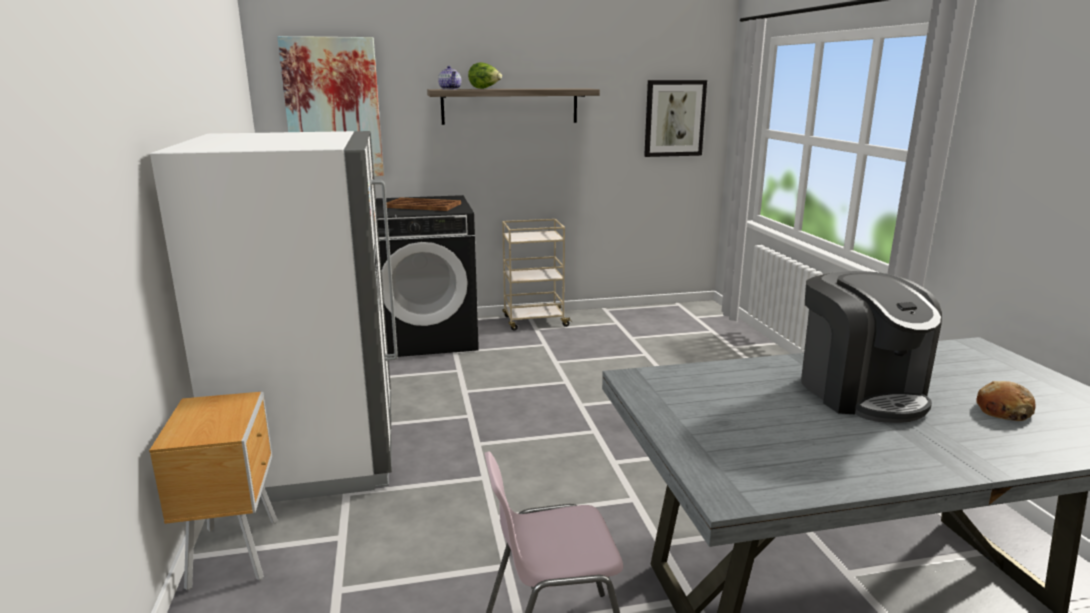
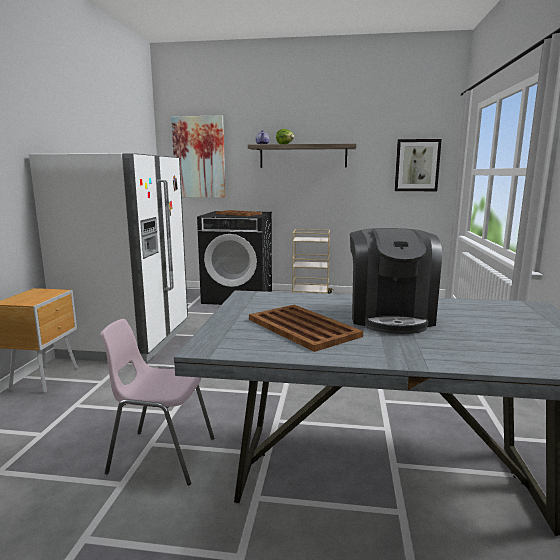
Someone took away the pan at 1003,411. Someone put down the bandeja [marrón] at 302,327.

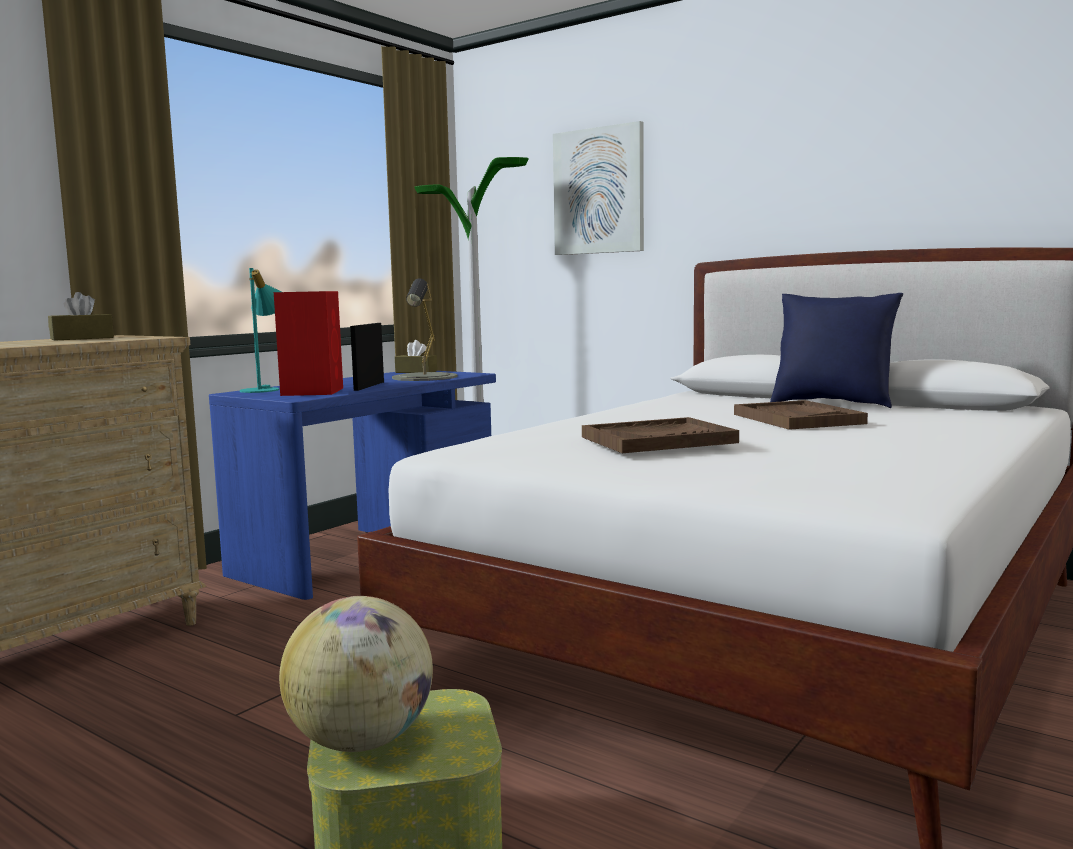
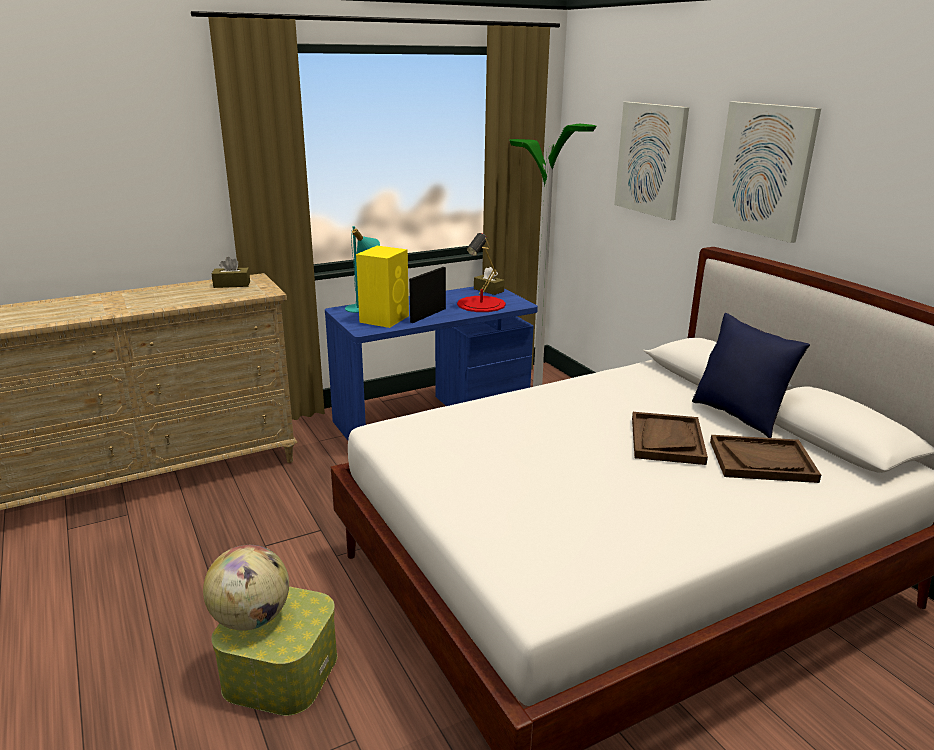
Someone repainted the altavoz [rojo] at 313,391, which became the altavoz [amarillo] at 385,318. Someone repainted the lámpara de mesa [gris] at 425,377, which became the lámpara de mesa [rojo] at 481,304. Someone carried the bandeja [marrón] from 658,440 to 762,461. Someone put up the cuadro at 764,170.

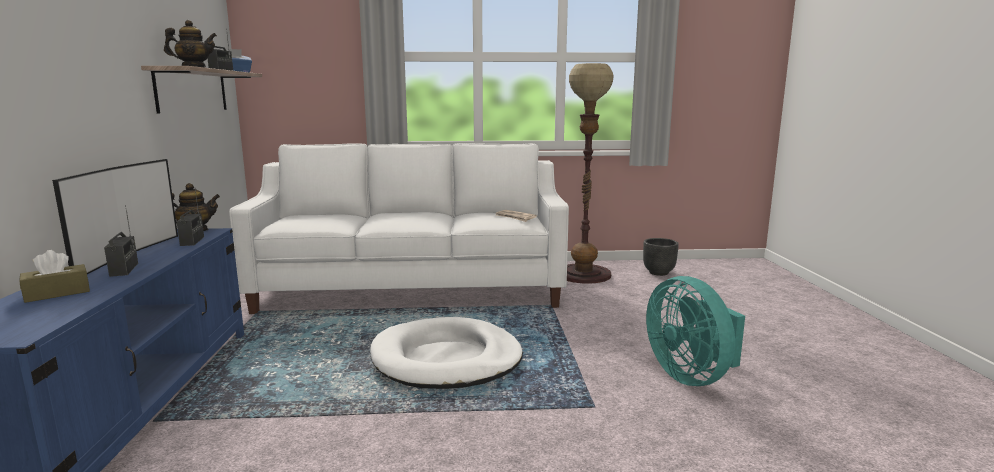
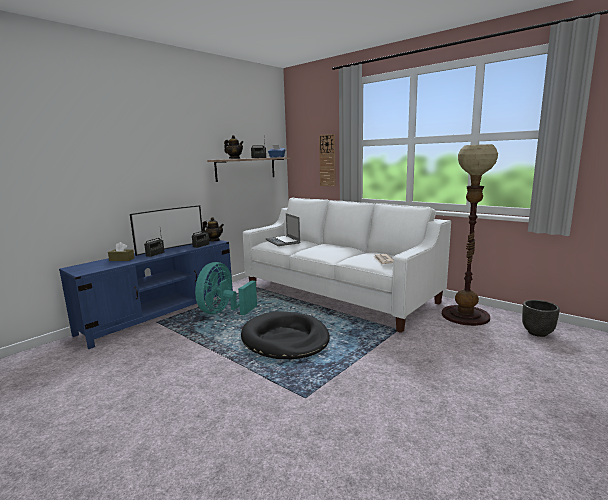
Someone repainted the cama para perro [blanco] at 446,359, which became the cama para perro [negro] at 285,339. Someone carried the ventilador [turquesa] from 691,375 to 223,312. Someone put down the portátil at 283,242. Someone put up the reloj de pared at 327,160.

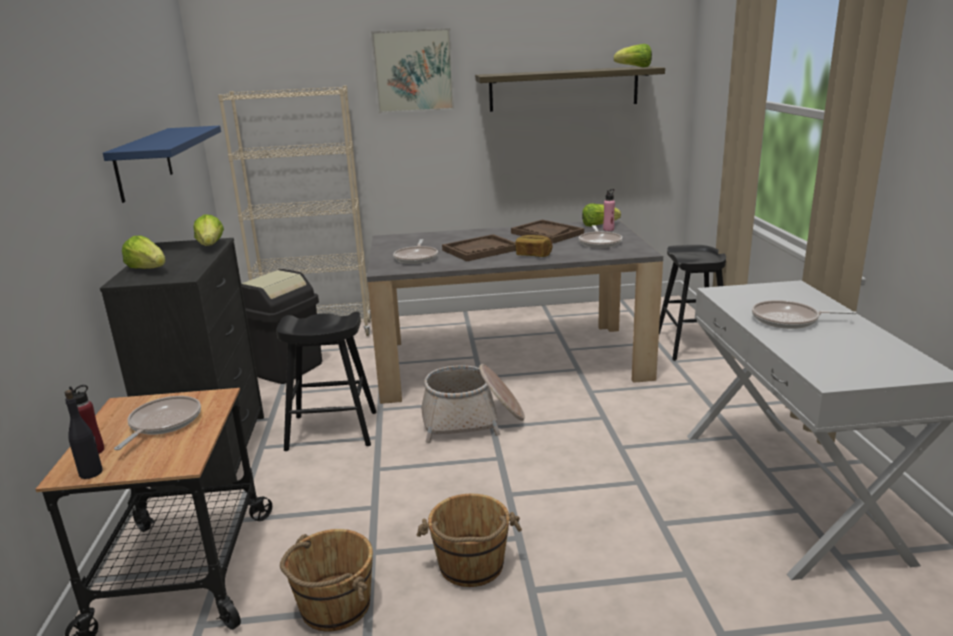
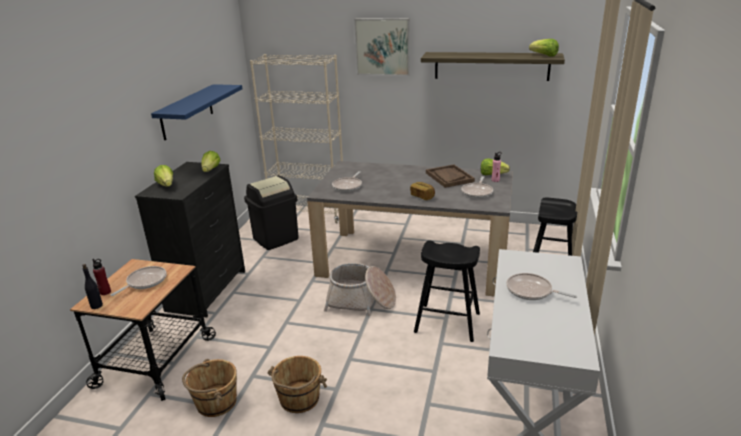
Someone carried the taburete [negro] from 332,431 to 447,323. Someone took away the bandeja [marrón] at 480,250.

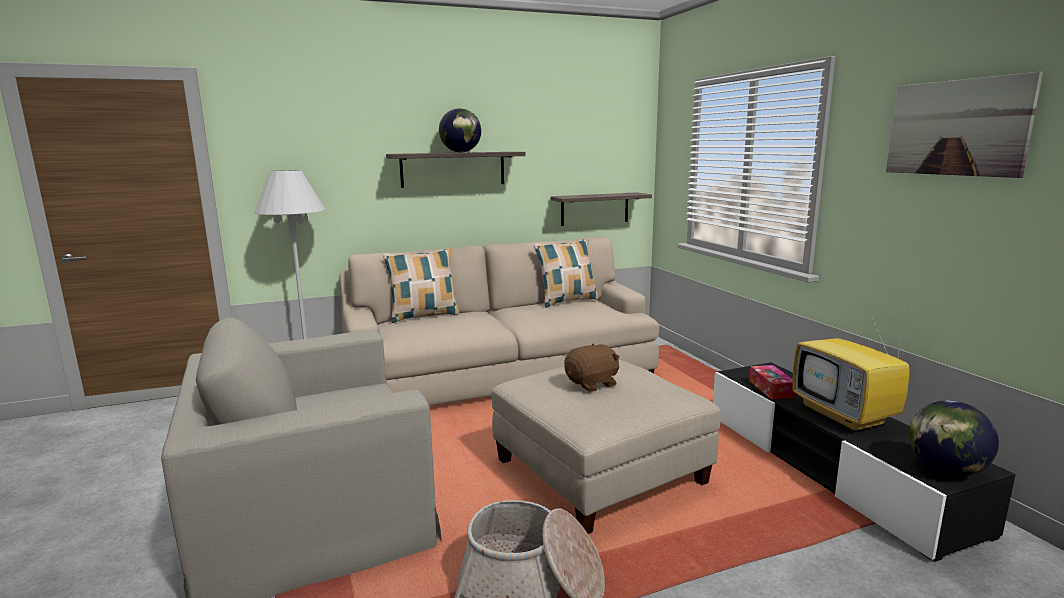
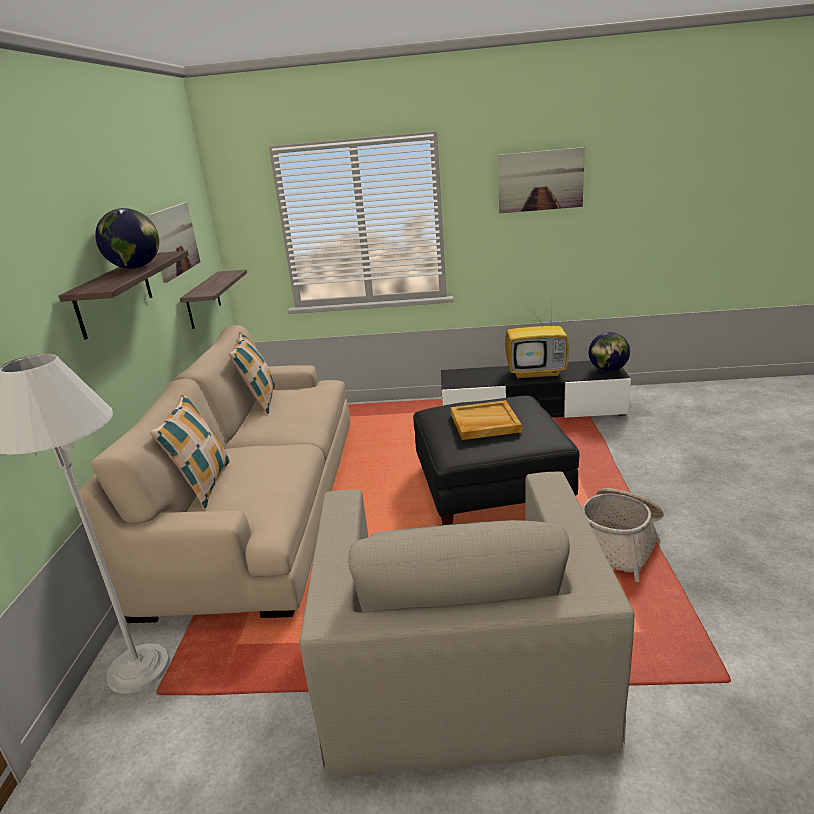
Someone repainted the puf [beis] at 600,472, which became the puf [negro] at 491,488. Someone swapped the peluche [marrón] at 592,384 for the bandeja [beis] at 484,423. Someone took away the caja de pañuelos at 771,389. Someone put up the cuadro at 174,240.

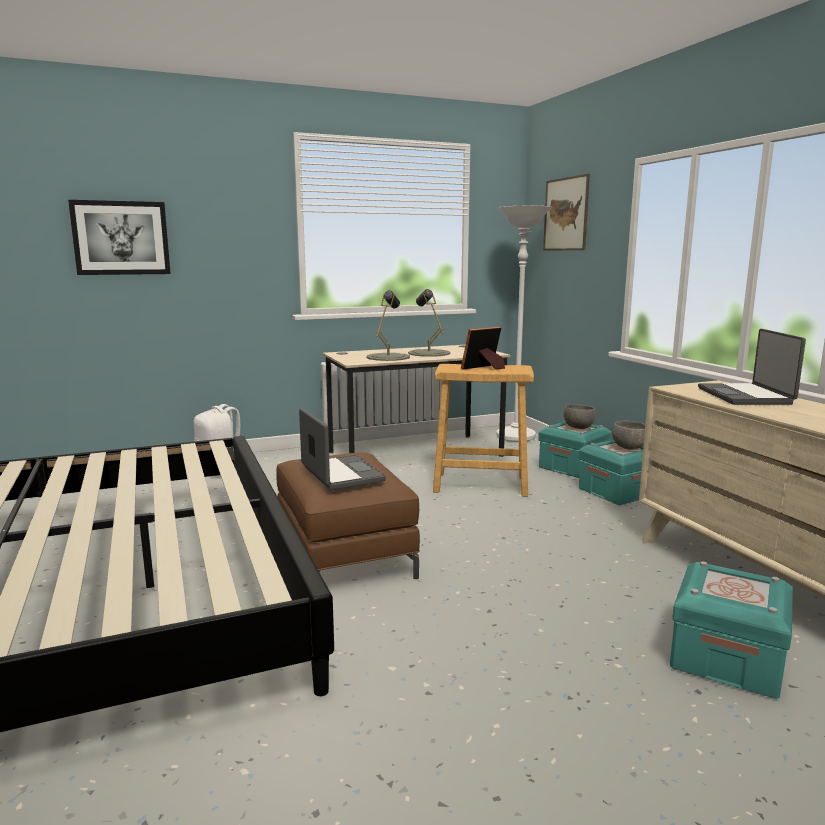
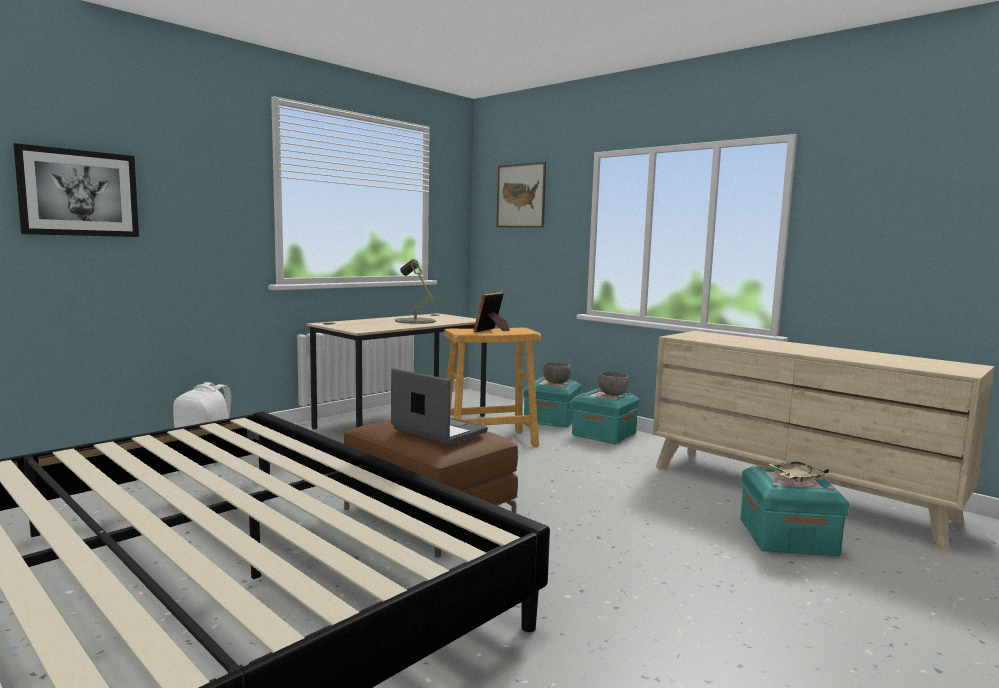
Someone took away the lámpara de mesa [gris] at 388,357. Someone took away the lámpara de pie [blanco] at 516,437. Someone took away the portátil at 746,396. Someone put down the bandeja [beis] at 796,479.

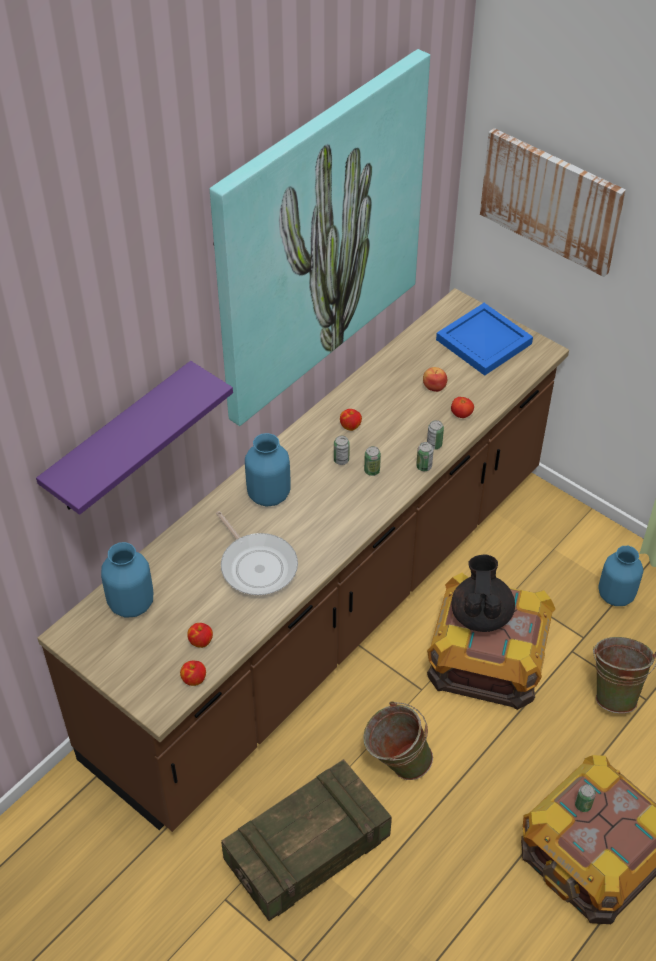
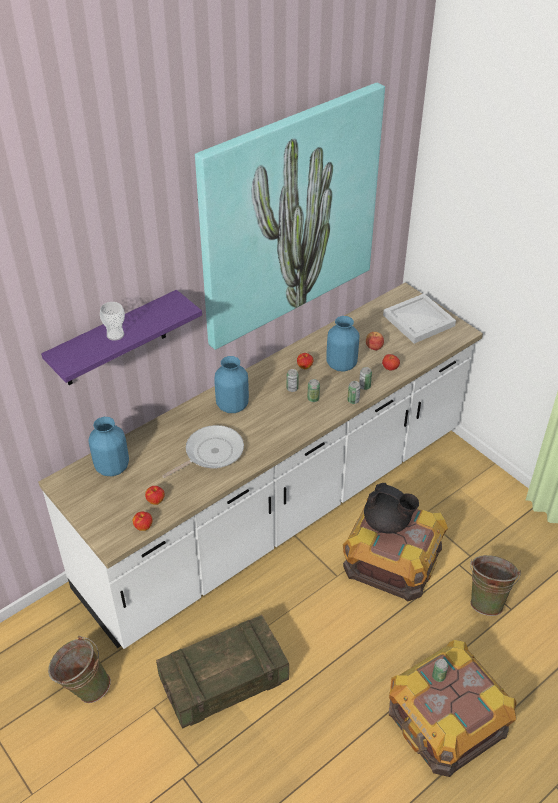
Someone repainted the mueble bajo de cocina [marrón] at 328,610, which became the mueble bajo de cocina [blanco] at 279,509. Someone rotated the sartén at 257,565 by 105 degrees counterclockwise. Someone carried the cubo [verde] from 396,763 to 83,687. Someone repainted the bandeja [azul] at 484,343, which became the bandeja [blanco] at 418,321. Someone rotated the tetera [negro] at 481,614 by 105 degrees clockwise. Someone took away the cuadro at 551,200. Someone carried the florero [azul] from 615,594 to 341,364. Someone put down the taza at 115,335.

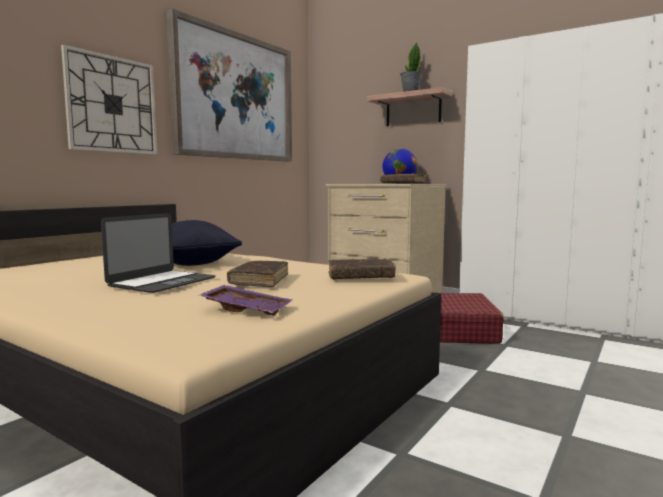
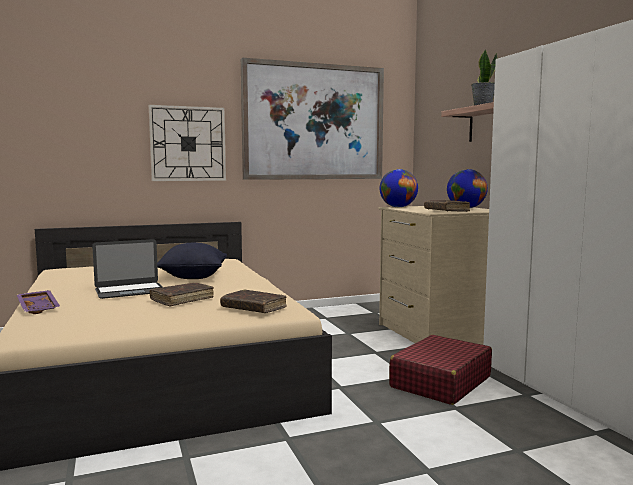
Someone carried the bandeja [morado] from 247,309 to 39,308. Someone put down the globo terráqueo at 398,207.

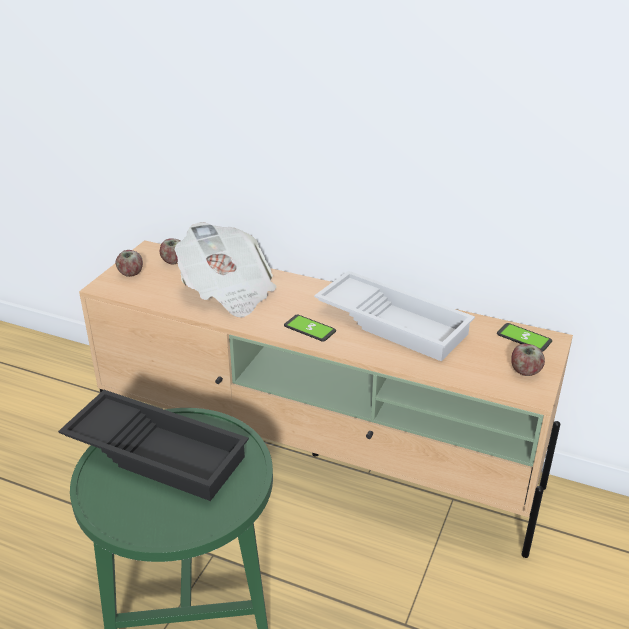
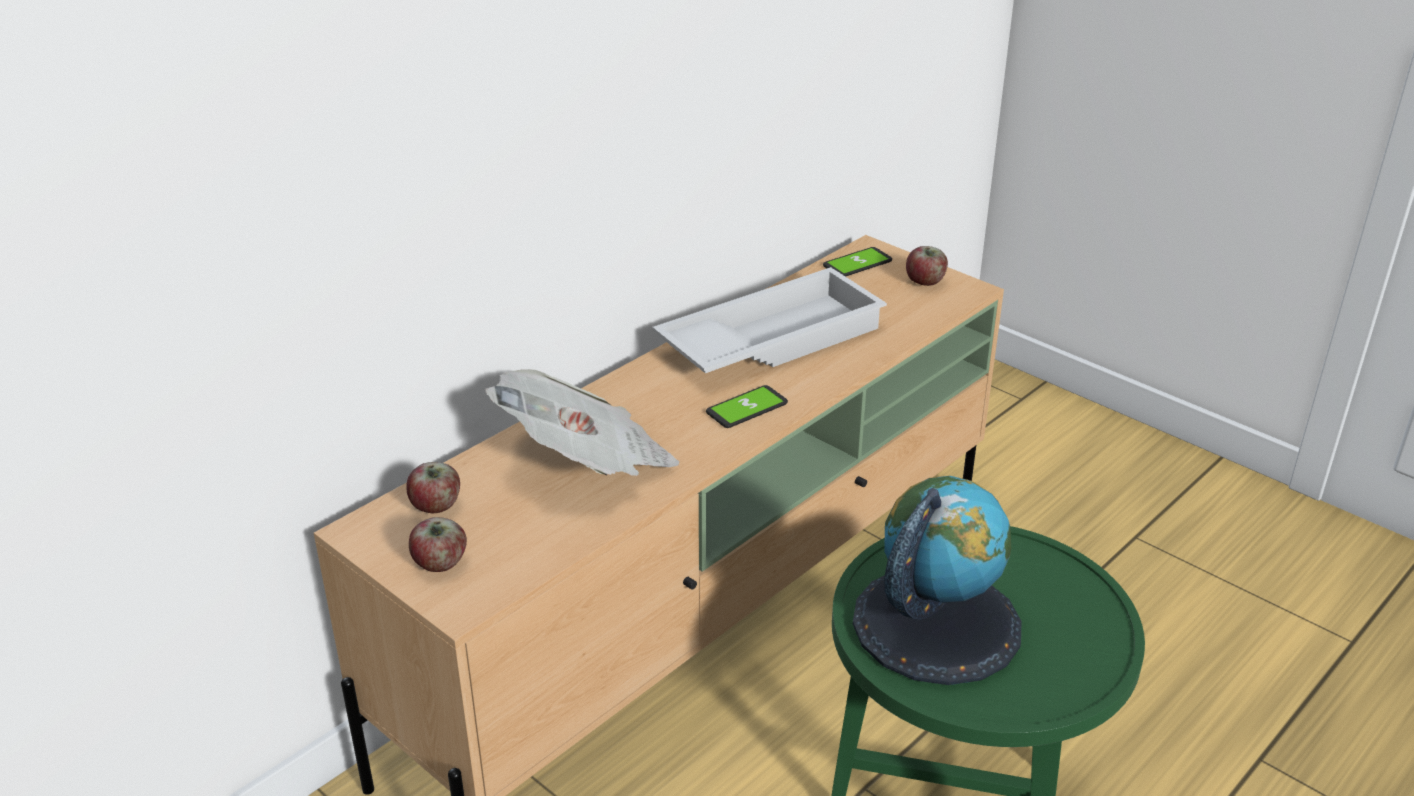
Someone swapped the bandeja [negro] at 158,451 for the globo terráqueo at 936,623.

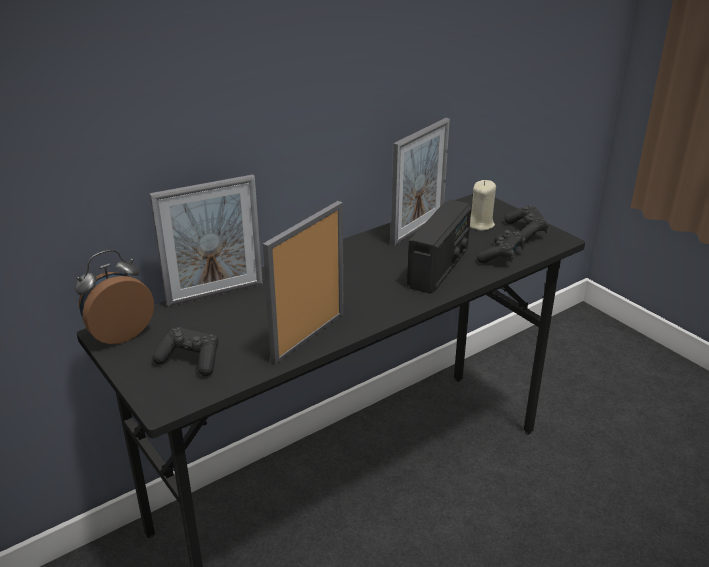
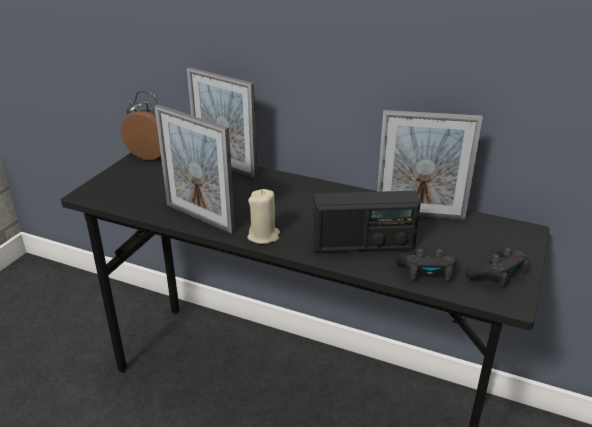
Someone took away the mando de consola [negro] at 190,360. Someone rotated the portarretratos at 308,337 by 150 degrees counterclockwise. Someone carried the vela [beis] from 480,224 to 263,236.

